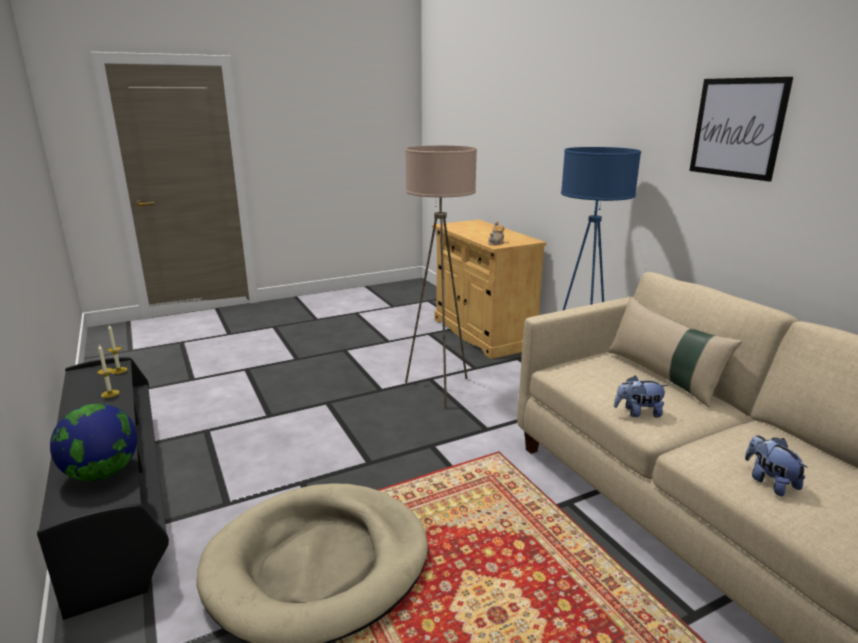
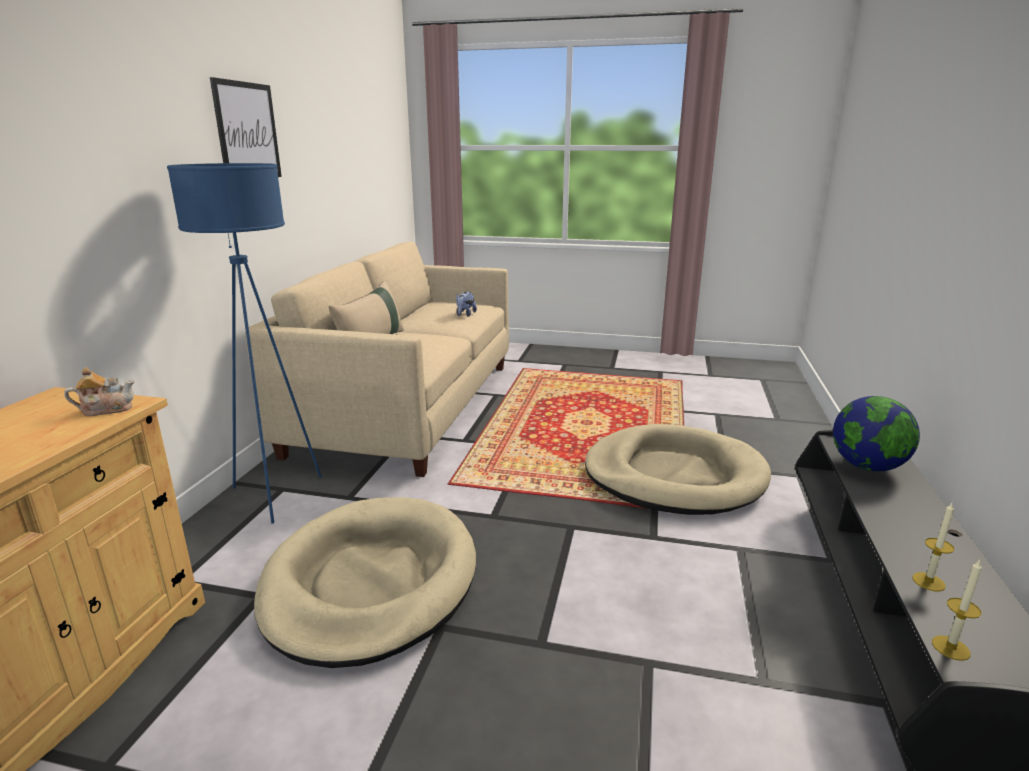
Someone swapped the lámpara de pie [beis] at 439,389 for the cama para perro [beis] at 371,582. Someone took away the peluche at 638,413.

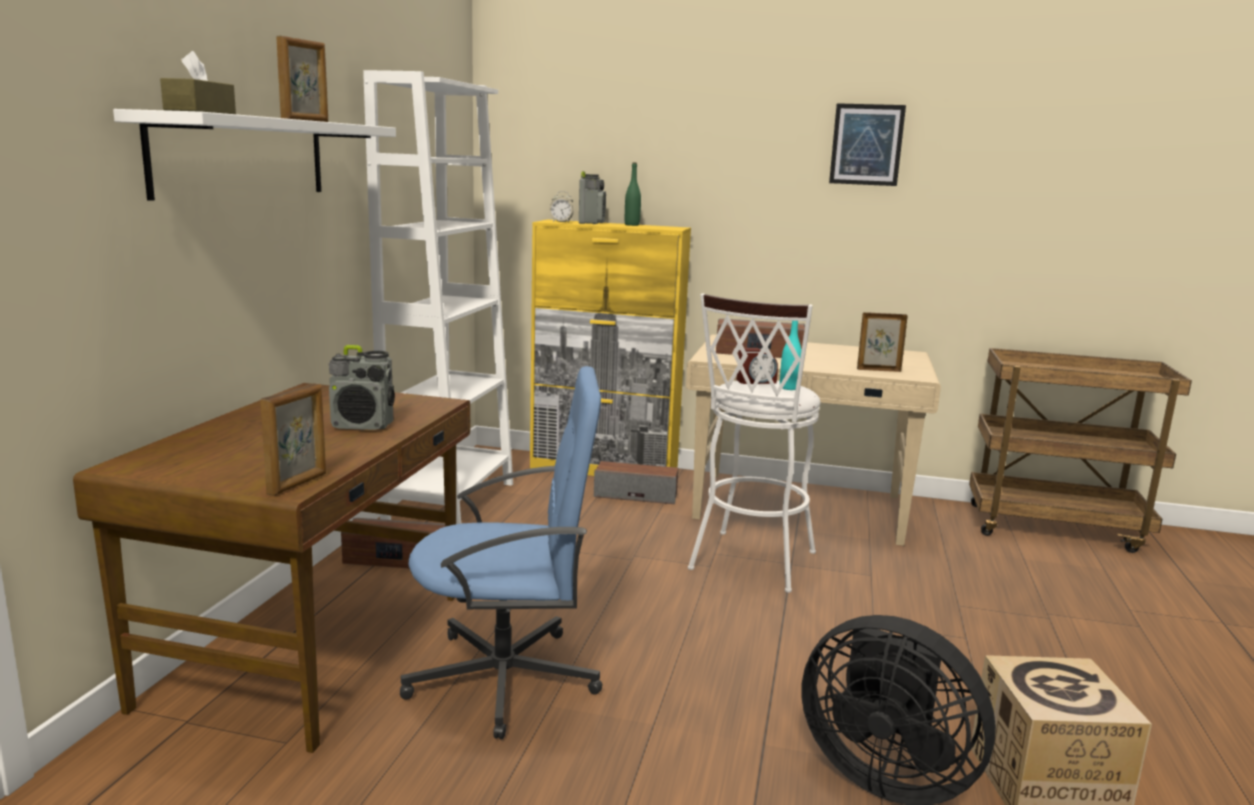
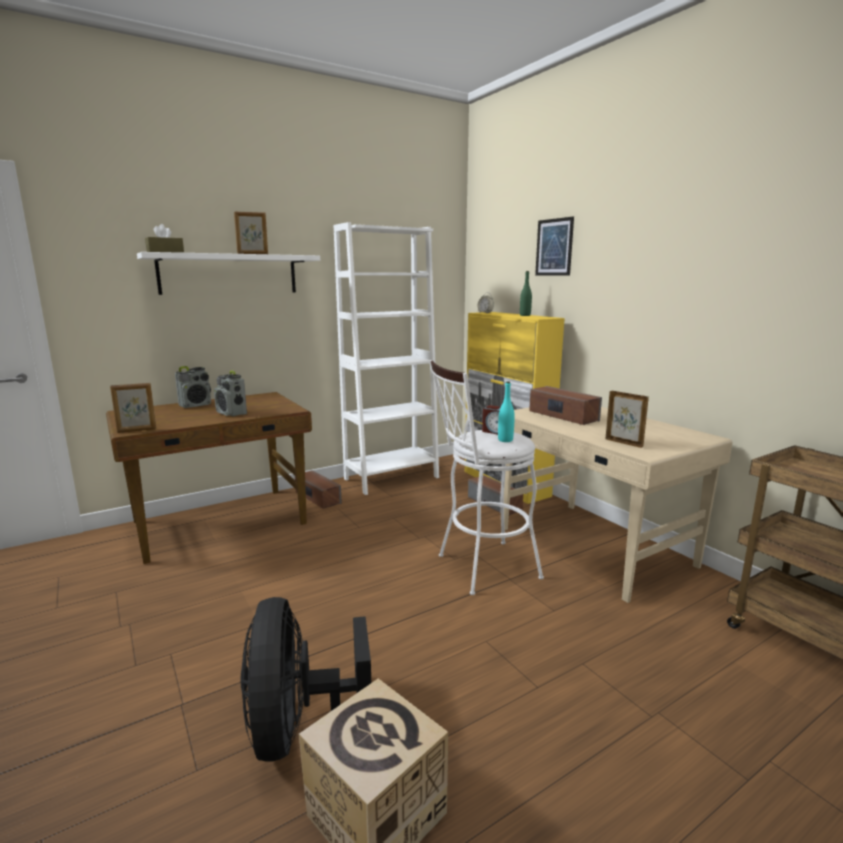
Someone took away the silla de oficina [azul] at 507,679. Someone carried the radio from 592,223 to 196,405. Someone carried the cuadro from 866,144 to 554,247.

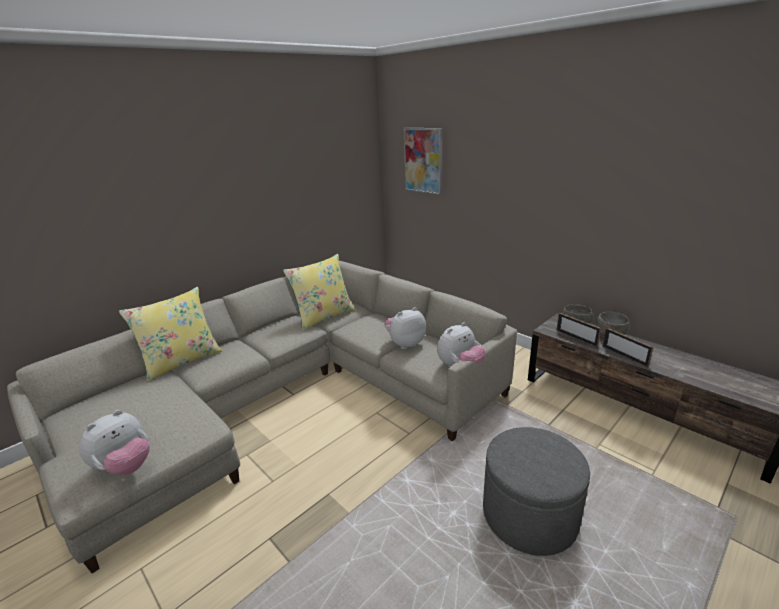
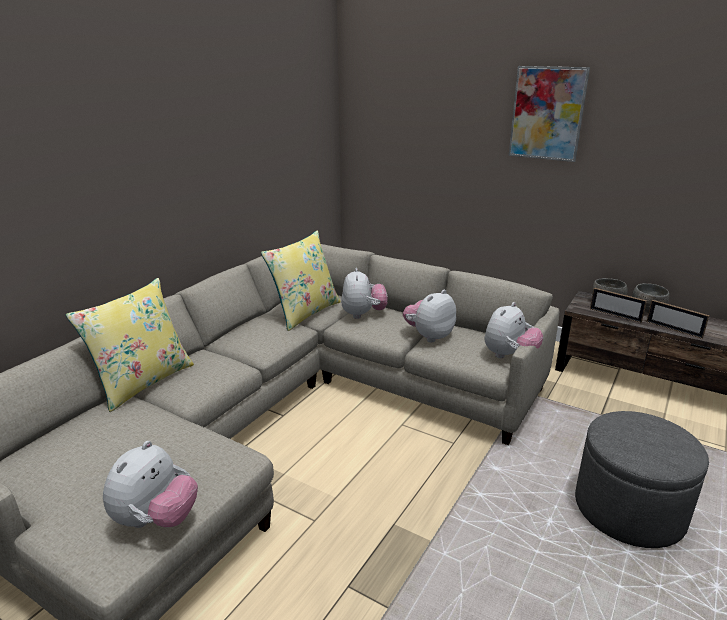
Someone carried the cuadro from 423,160 to 547,113. Someone put down the peluche at 363,314.

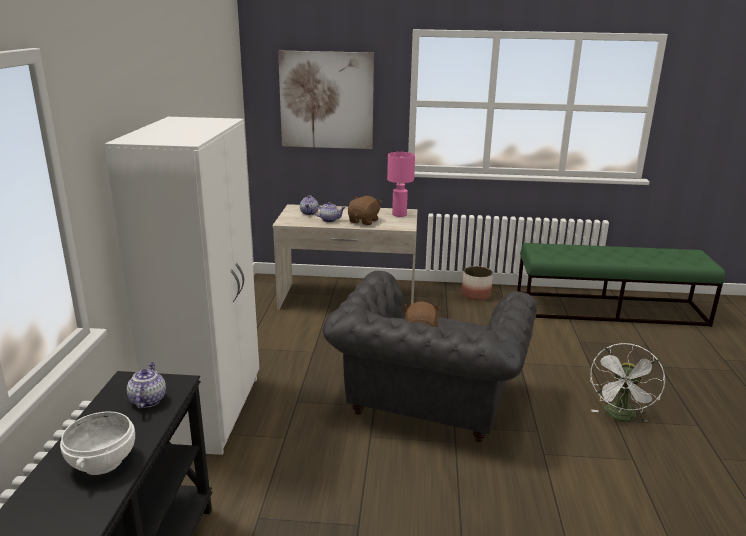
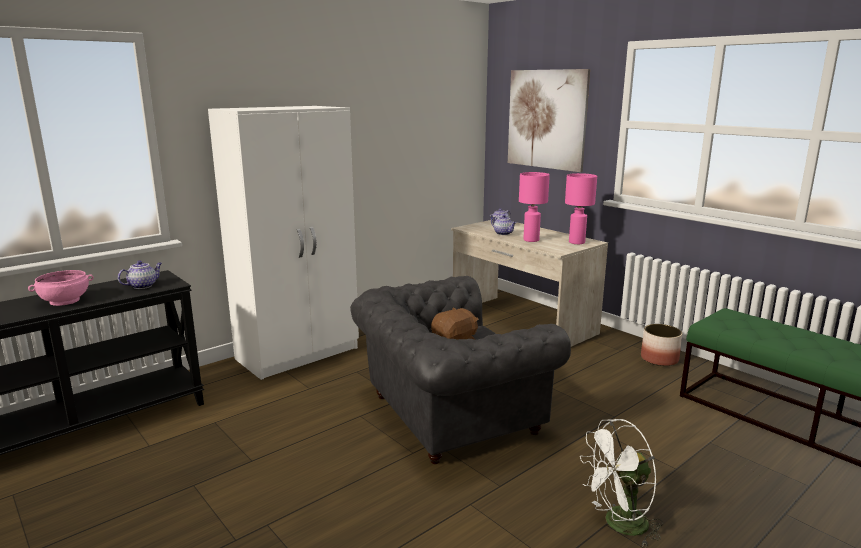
Someone repainted the cuenco [blanco] at 103,462, which became the cuenco [rosa] at 65,301. Someone swapped the peluche [marrón] at 364,221 for the lámpara de mesa [rosa] at 530,240.

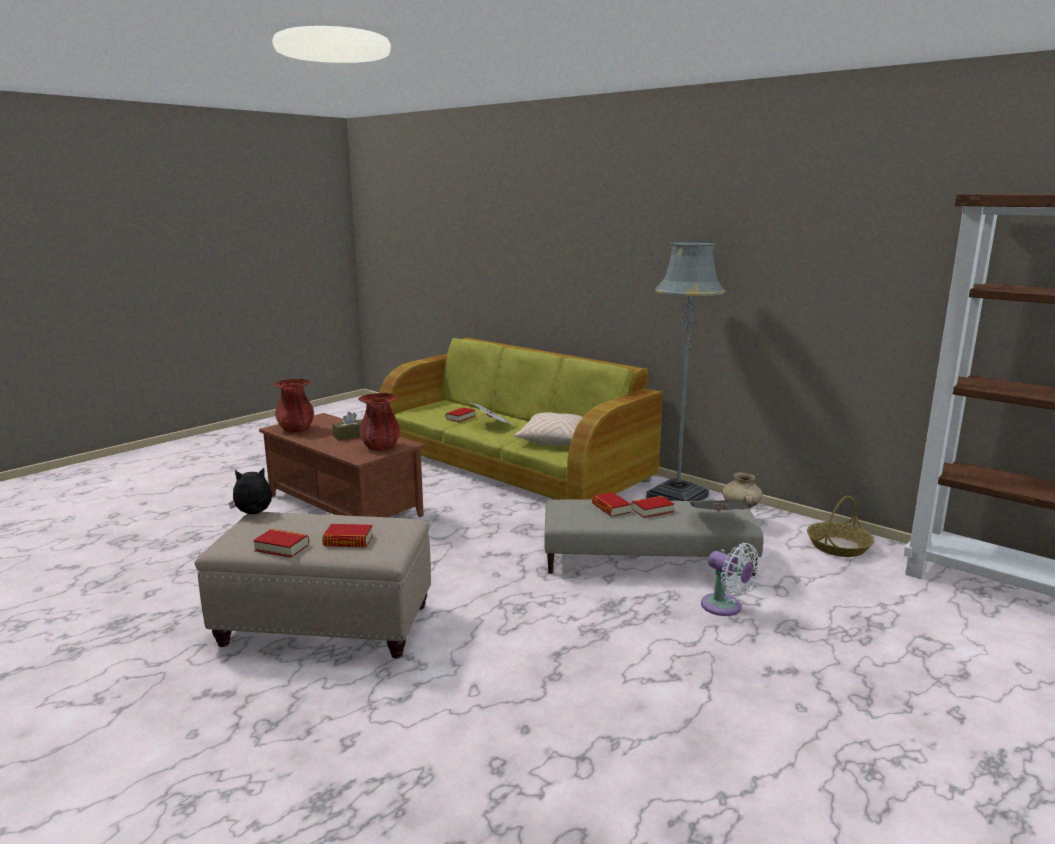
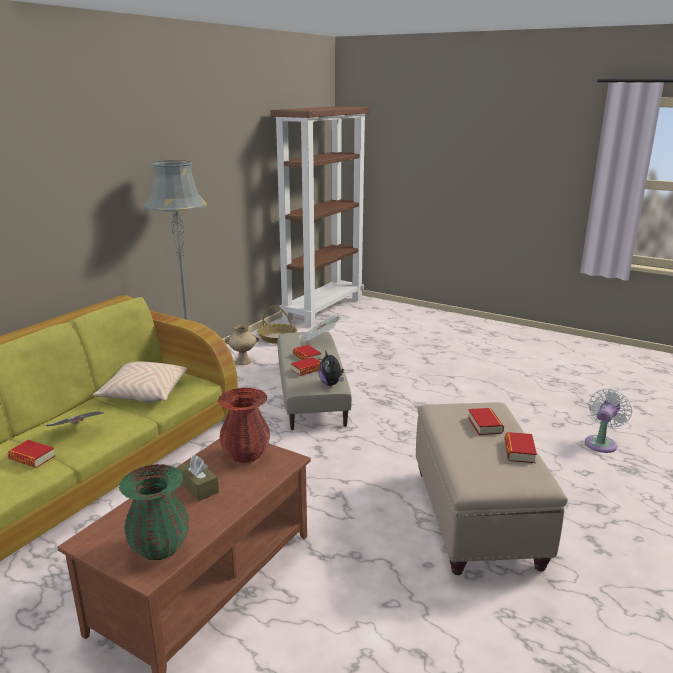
Someone carried the peluche from 254,514 to 331,384. Someone repainted the florero [rojo] at 296,429, which became the florero [verde] at 159,547. Someone carried the ventilador [blanco] from 725,607 to 601,443.

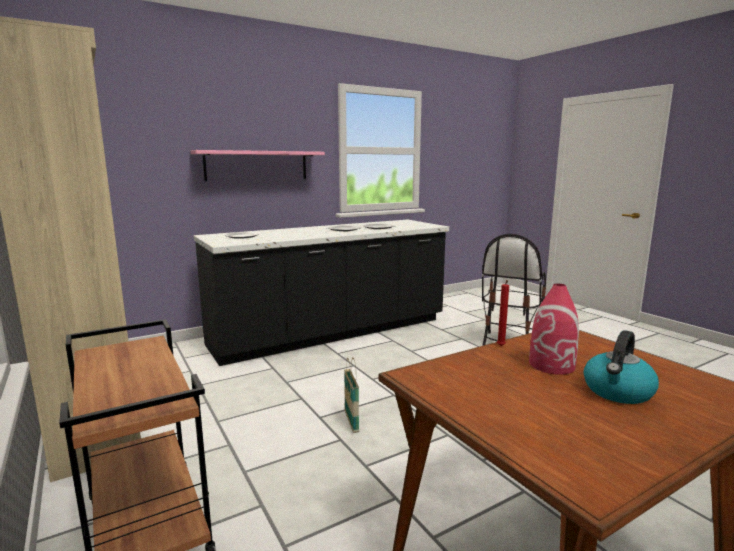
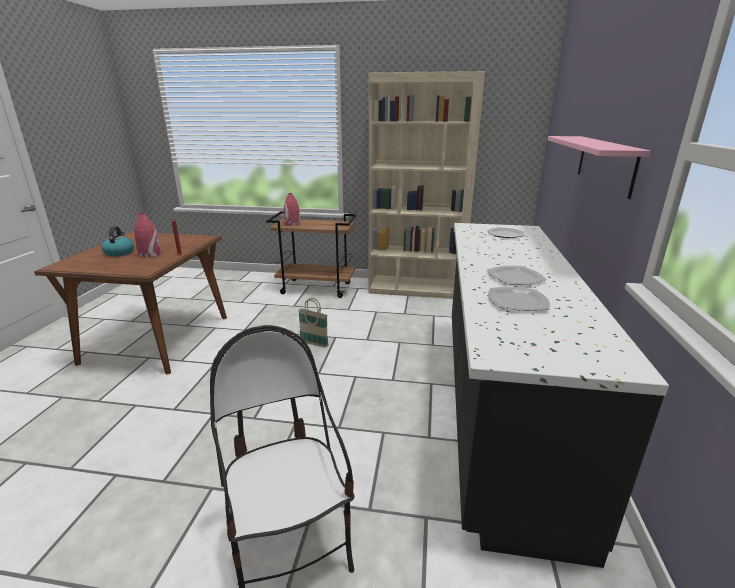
Someone put down the florero [rojo] at 292,223.

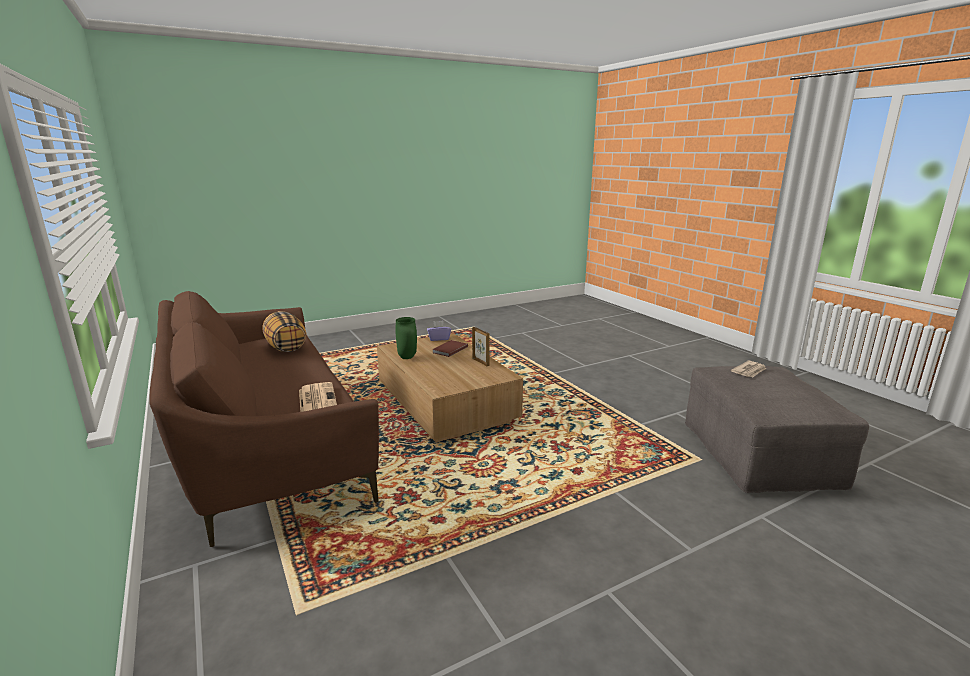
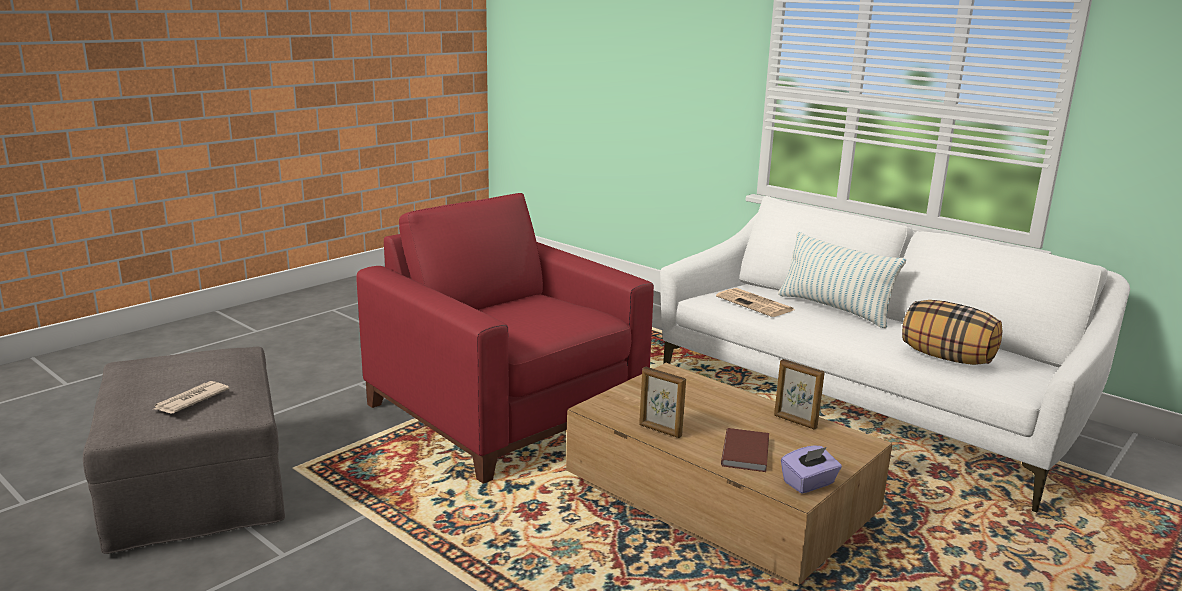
Someone repainted the sofá [marrón] at 266,443, which became the sofá [blanco] at 865,405. Someone swapped the florero [verde] at 406,357 for the portarretratos at 795,422. Someone put down the sillón [rojo] at 508,411. Someone put down the cojín at 834,309.

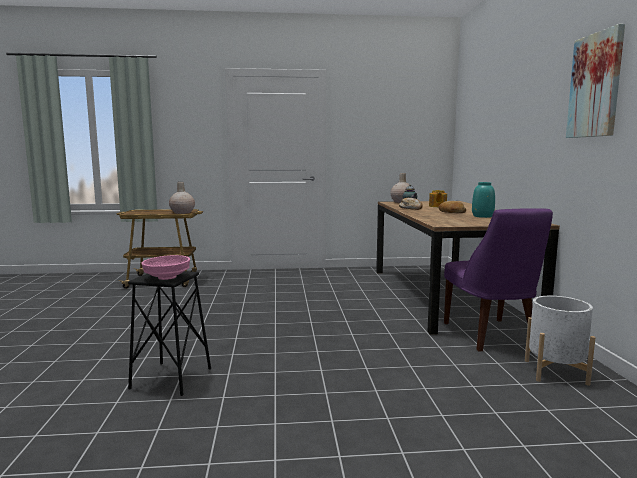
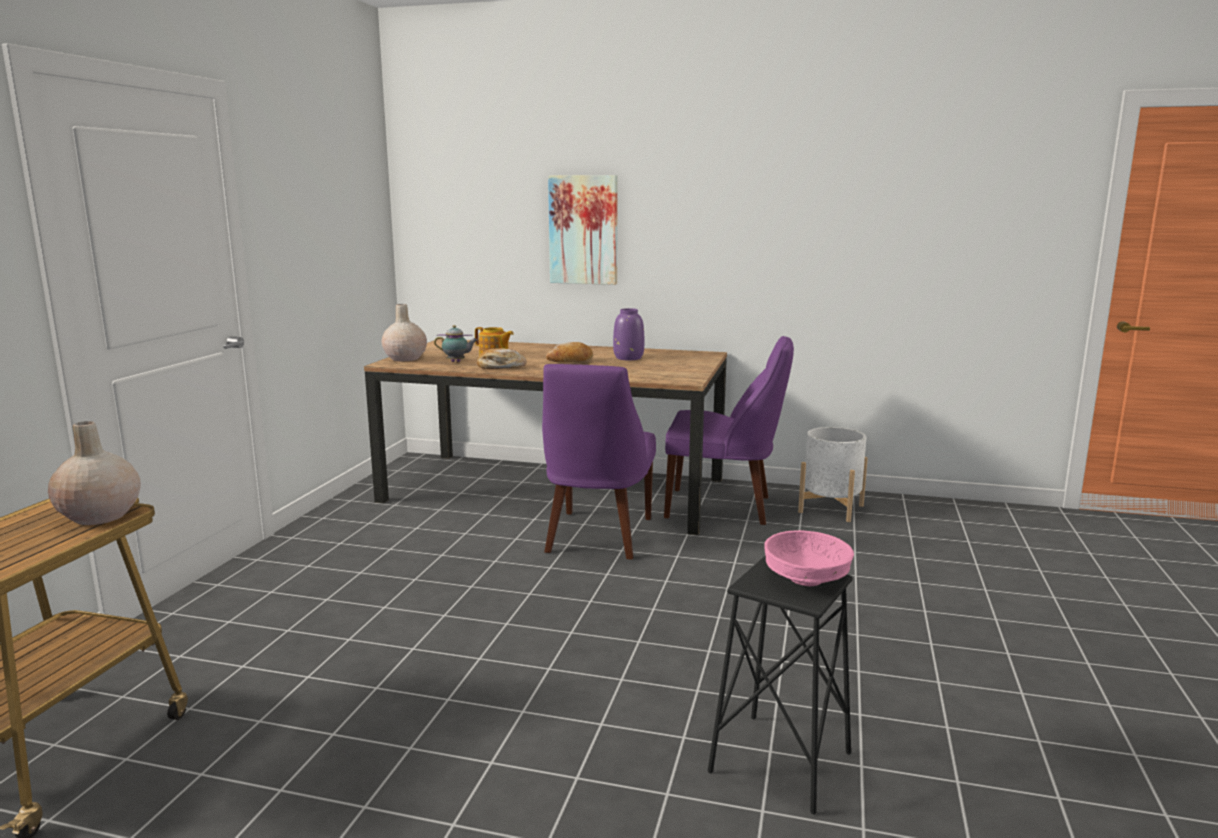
Someone repainted the florero [turquesa] at 483,216, which became the florero [morado] at 629,358. Someone carried the cuadro from 595,85 to 583,230. Someone put down the silla [morado] at 597,537.

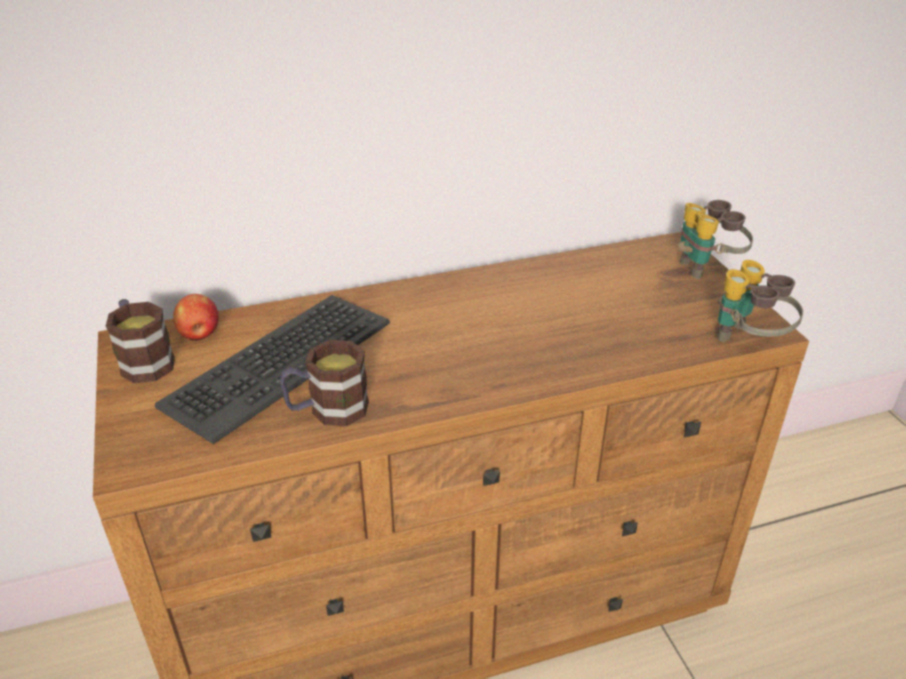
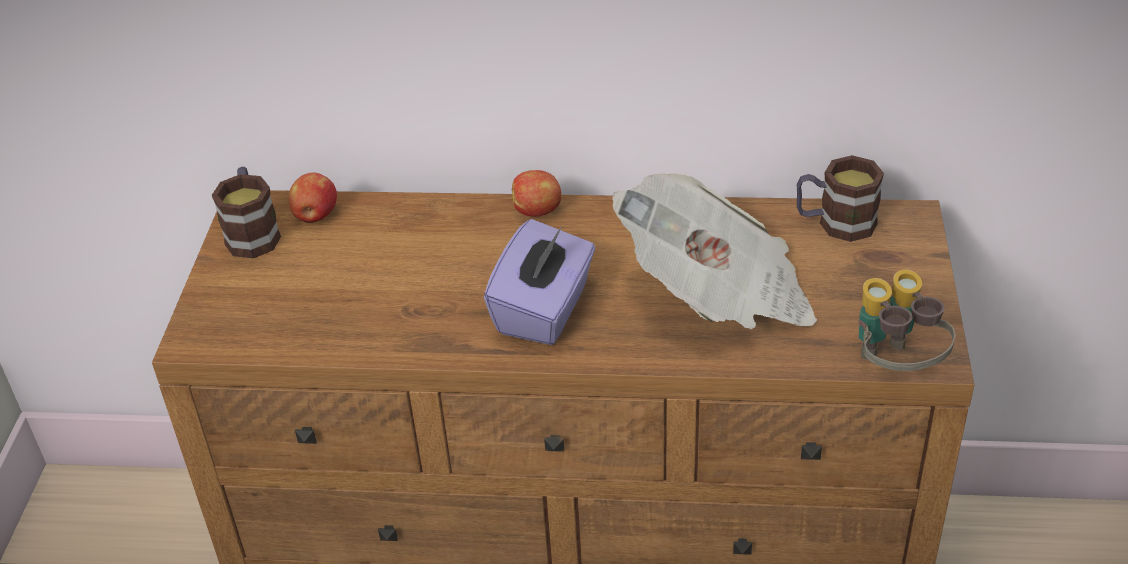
Someone took away the teclado at 278,363. Someone carried the taza grande from 327,410 to 835,223. Someone took away the prismáticos at 706,267. Someone put down the caja de pañuelos [morado] at 544,310. Someone put down the manzana at 537,211. Someone put down the periódico at 717,295.

